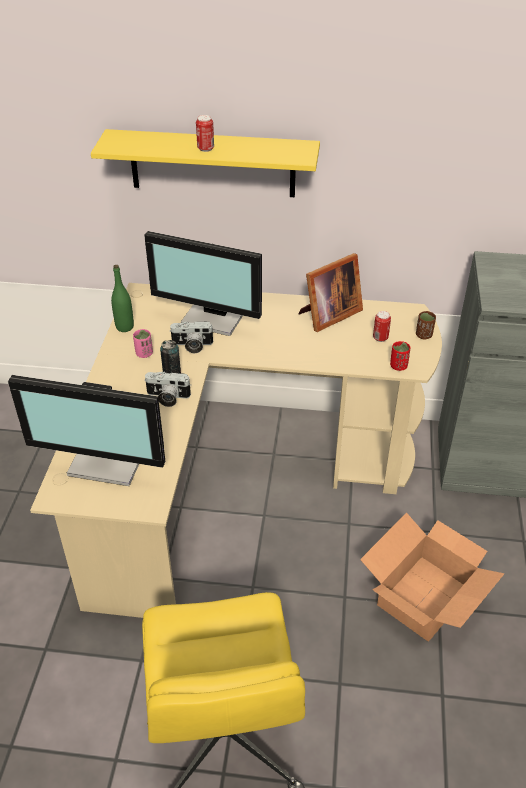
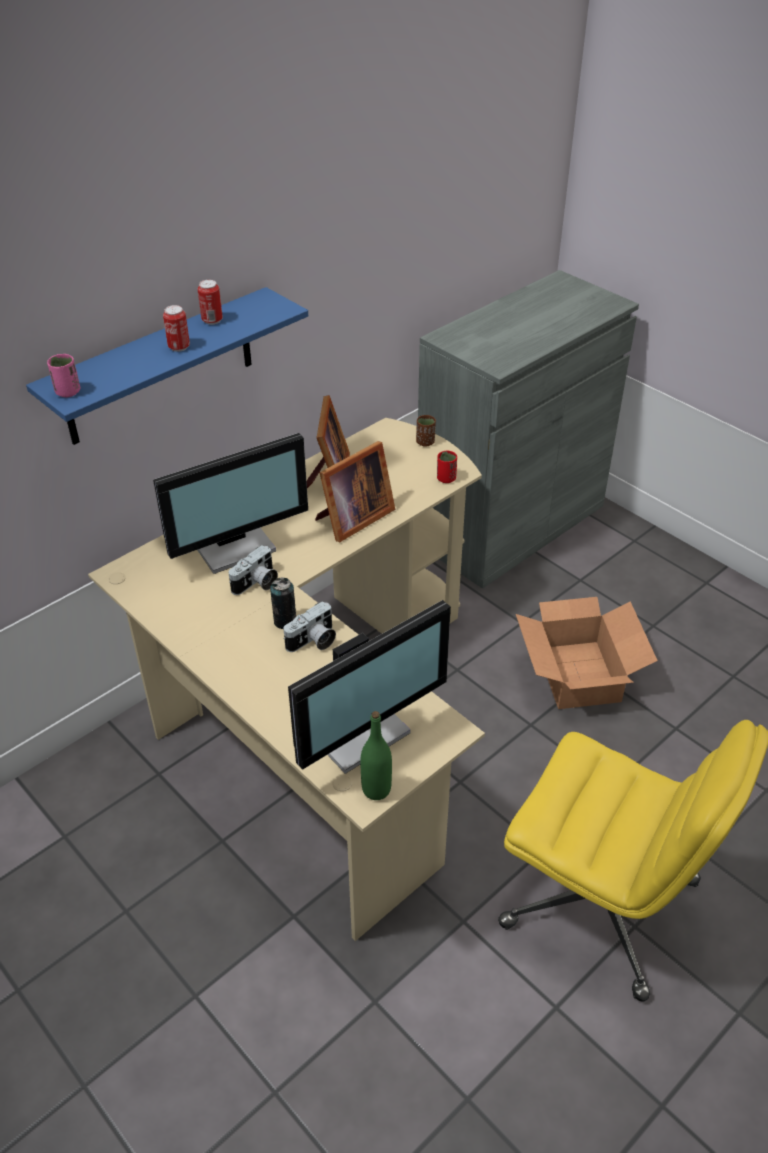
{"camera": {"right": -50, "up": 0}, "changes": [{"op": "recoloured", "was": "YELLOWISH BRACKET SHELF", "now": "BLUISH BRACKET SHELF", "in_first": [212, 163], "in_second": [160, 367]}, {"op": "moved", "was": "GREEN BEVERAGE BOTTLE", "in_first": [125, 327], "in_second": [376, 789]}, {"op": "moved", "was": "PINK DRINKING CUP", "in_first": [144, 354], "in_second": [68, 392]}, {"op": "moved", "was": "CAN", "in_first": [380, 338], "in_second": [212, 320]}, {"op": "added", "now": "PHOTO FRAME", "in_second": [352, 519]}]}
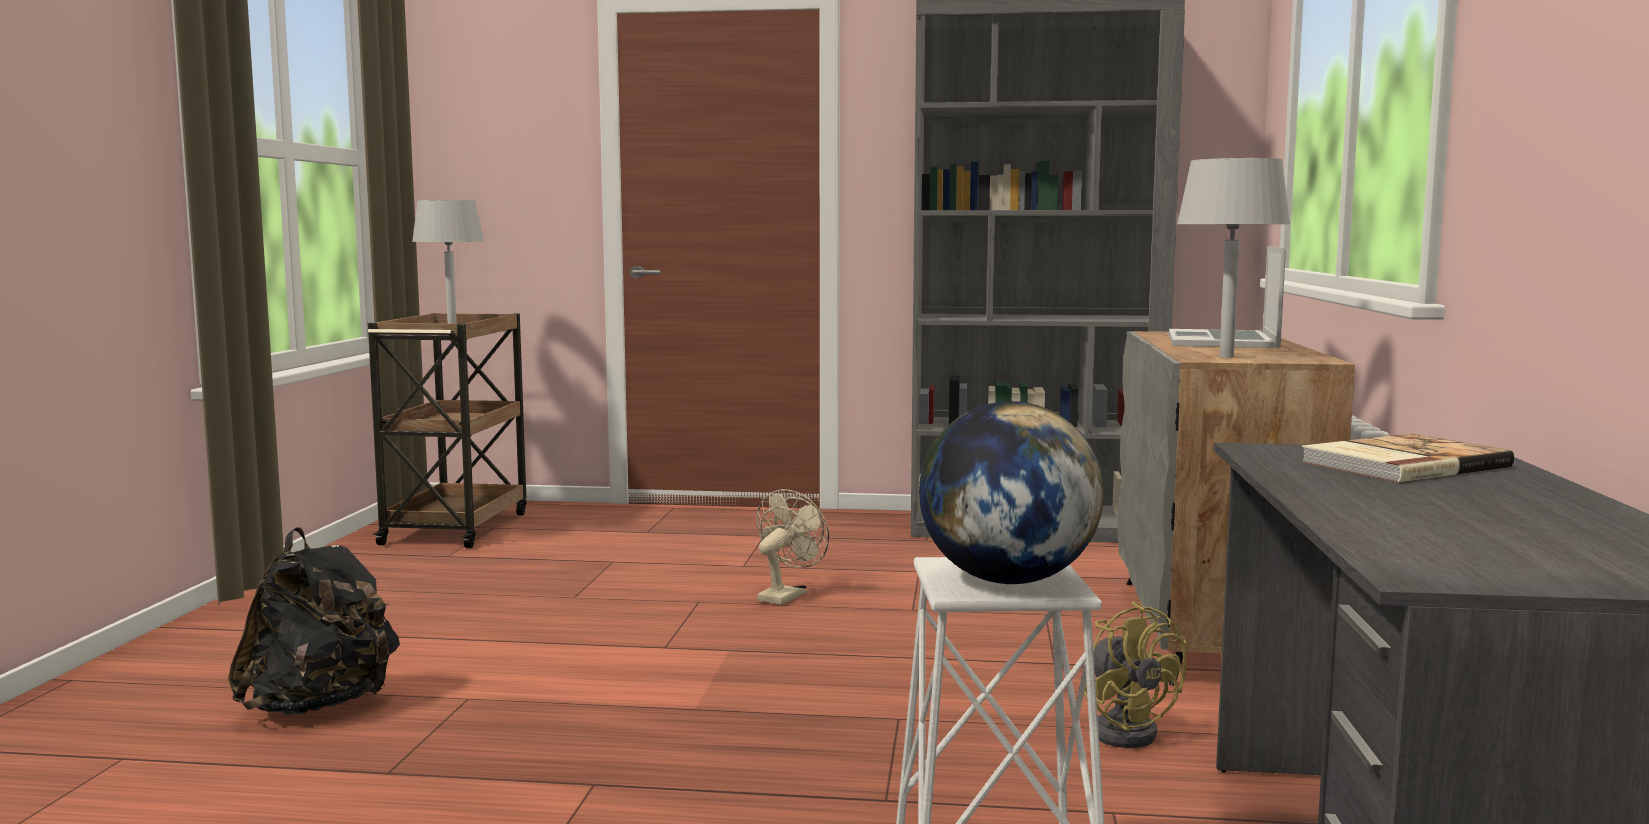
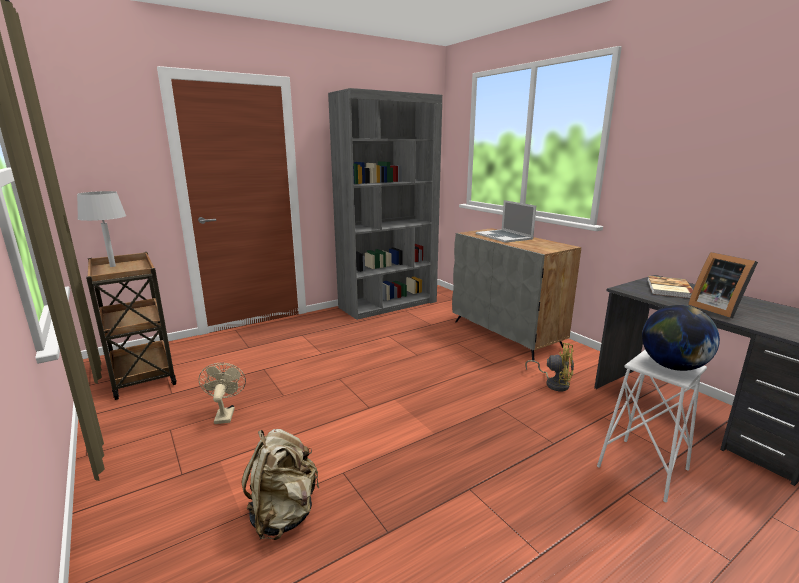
{"camera": {"right": -40, "up": 10}, "changes": [{"op": "recoloured", "was": "BLACKISH RUCKSACK", "now": "BEIGE RUCKSACK", "in_first": [320, 706], "in_second": [283, 514]}, {"op": "moved", "was": "BEIGE ELECTRIC FAN", "in_first": [786, 595], "in_second": [225, 414]}, {"op": "removed", "was": "GREYISH LAMP FOR A TABLE", "in_first": [1226, 357]}, {"op": "added", "now": "PHOTO FRAME", "in_second": [716, 309]}]}
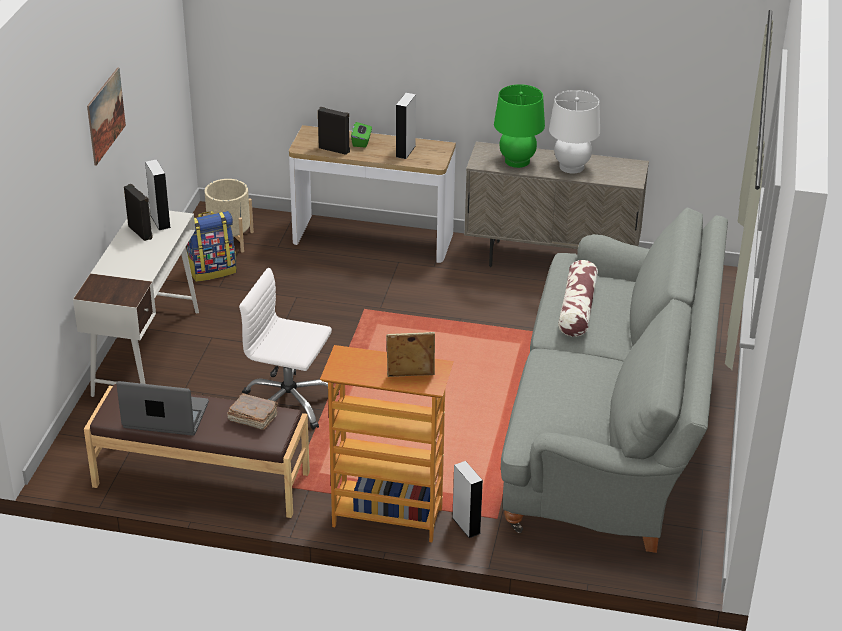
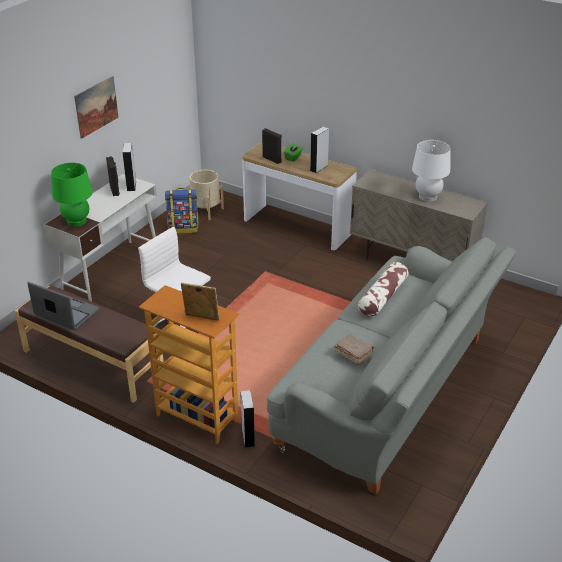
{"camera": {"right": 20, "up": 0}, "changes": [{"op": "moved", "was": "BROWN VOLUME", "in_first": [252, 418], "in_second": [353, 354]}, {"op": "moved", "was": "GREEN LAMP FOR A TABLE", "in_first": [517, 161], "in_second": [76, 221]}]}
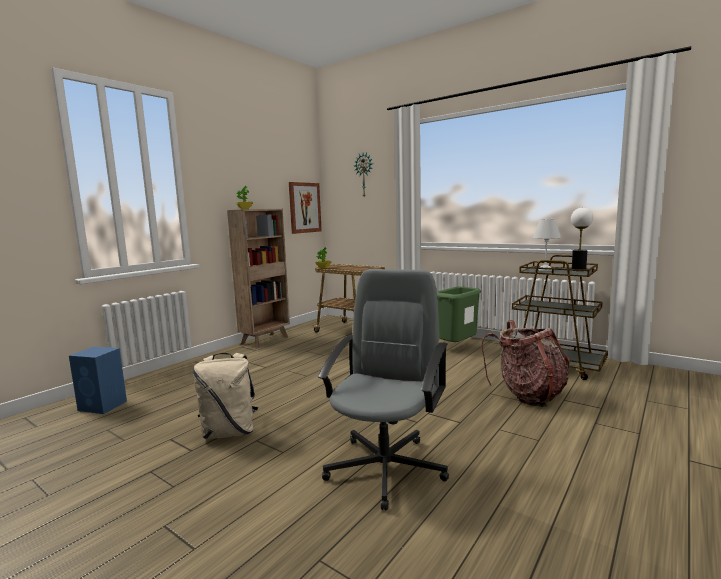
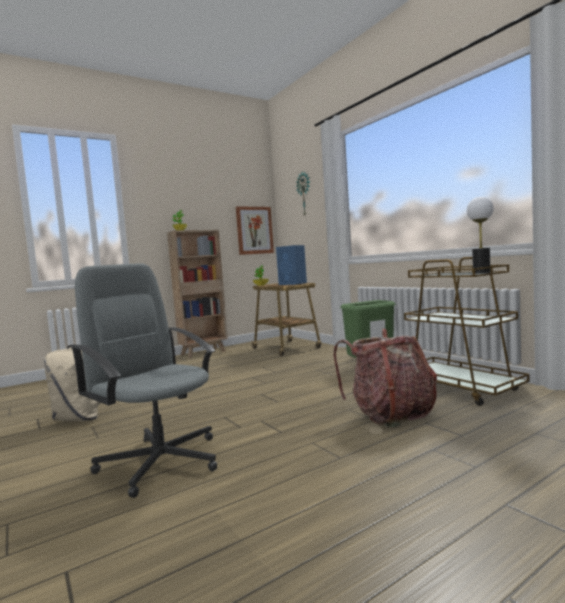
{"camera": {"right": 20, "up": -5}, "changes": [{"op": "moved", "was": "BLUISH LOUDSPEAKER", "in_first": [103, 406], "in_second": [293, 284]}, {"op": "turned", "was": "GREYISH OFFICE CHAIR", "in_first": [386, 467], "in_second": [160, 461], "clockwise": -90}, {"op": "removed", "was": "WHITE-COLOURED LAMP FOR A TABLE", "in_first": [545, 270]}]}
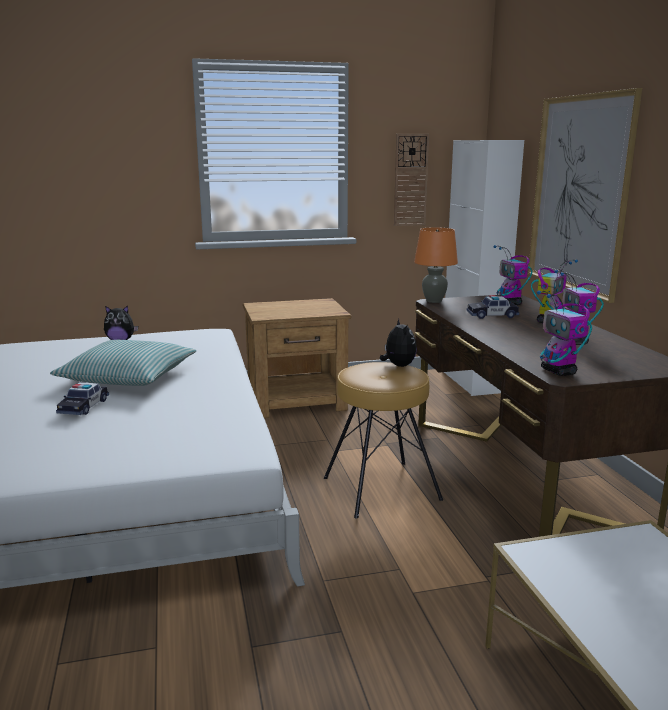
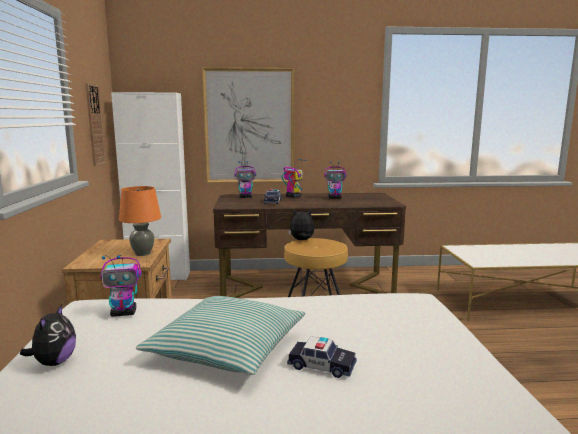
{"camera": {"right": -80, "up": -5}, "changes": [{"op": "moved", "was": "ORANGE LAMP FOR A TABLE", "in_first": [434, 301], "in_second": [143, 253]}, {"op": "moved", "was": "TOY ROBOT", "in_first": [559, 372], "in_second": [124, 313]}]}
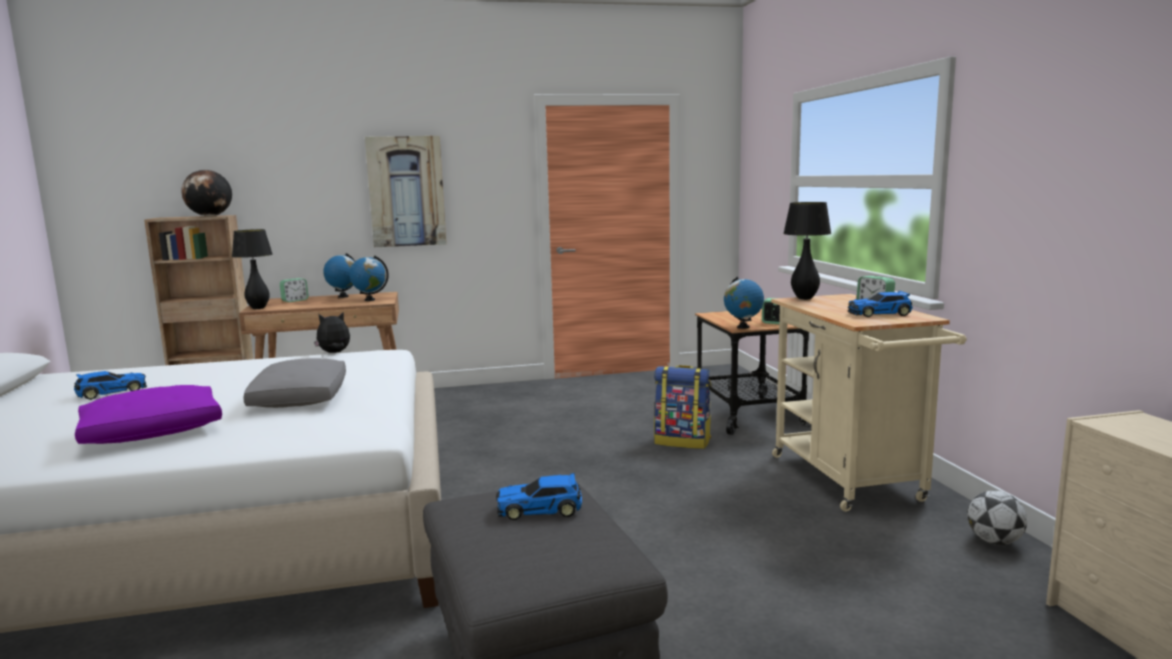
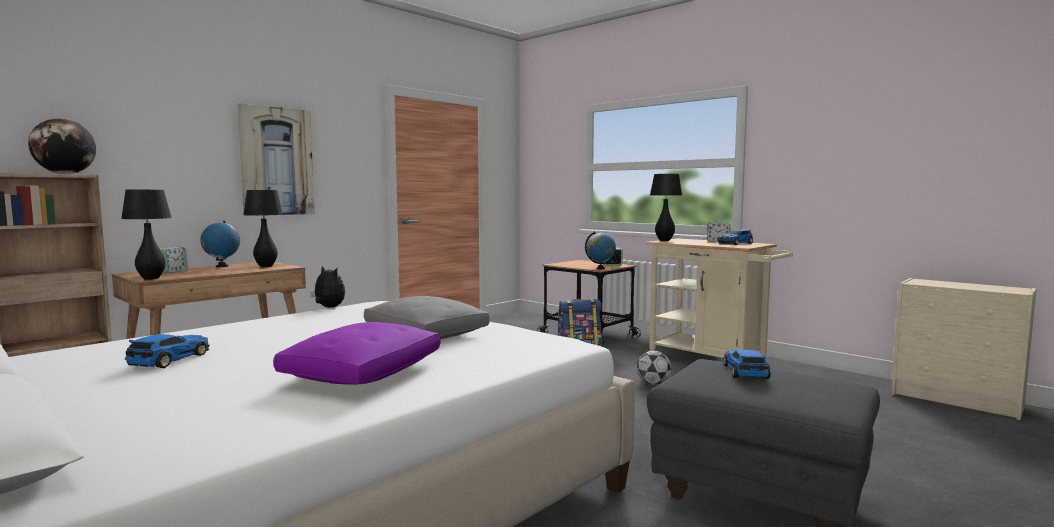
{"camera": {"right": -35, "up": -5}, "changes": [{"op": "turned", "was": "SOFT TOY", "in_first": [334, 353], "in_second": [328, 307], "clockwise": 90}, {"op": "replaced", "was": "WORLD GLOBE", "now": "BLACKISH LAMP FOR A TABLE", "in_first": [370, 300], "in_second": [266, 266]}, {"op": "turned", "was": "MINIATURE CAR", "in_first": [541, 509], "in_second": [745, 372], "clockwise": 135}, {"op": "moved", "was": "FOOTBALL BALL", "in_first": [994, 541], "in_second": [653, 383]}]}
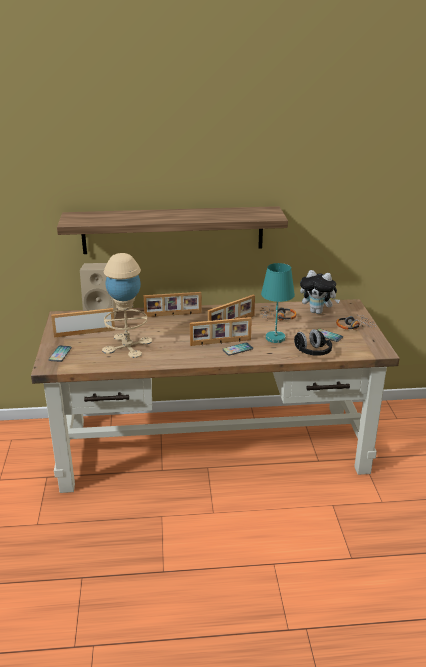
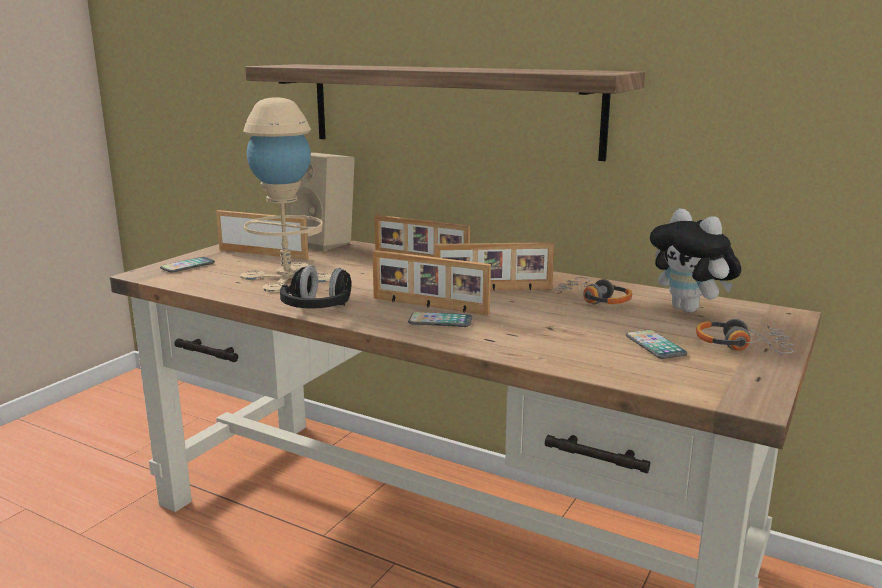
{"camera": {"right": 35, "up": -10}, "changes": [{"op": "removed", "was": "BLUE-GREEN LAMP FOR A TABLE", "in_first": [275, 337]}, {"op": "moved", "was": "BLACKISH PAIR OF HEADPHONES", "in_first": [312, 352], "in_second": [318, 310]}]}
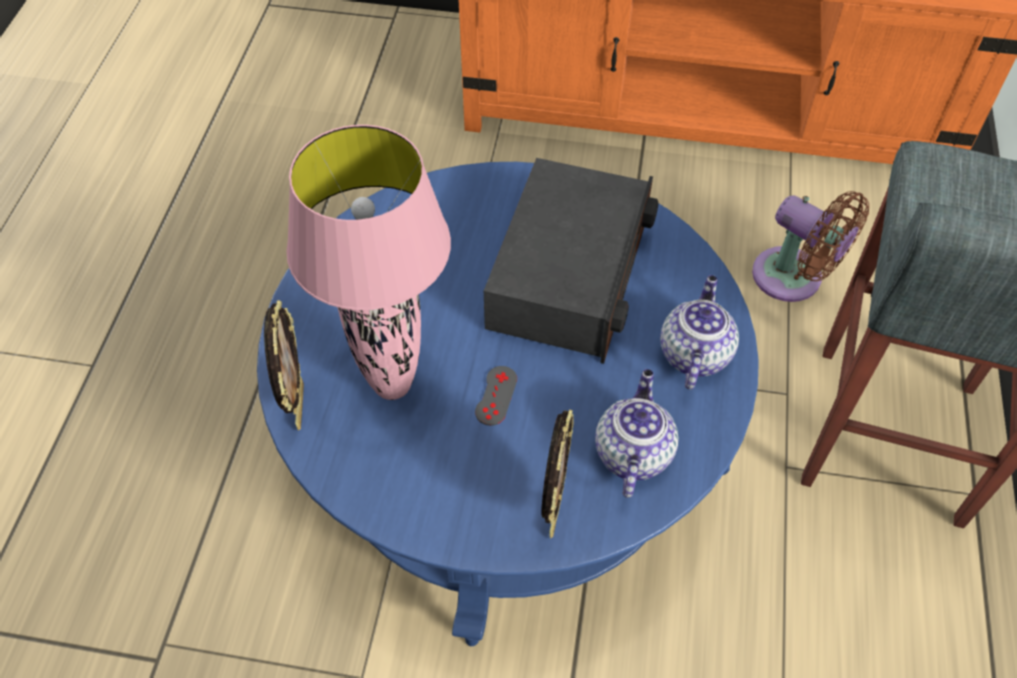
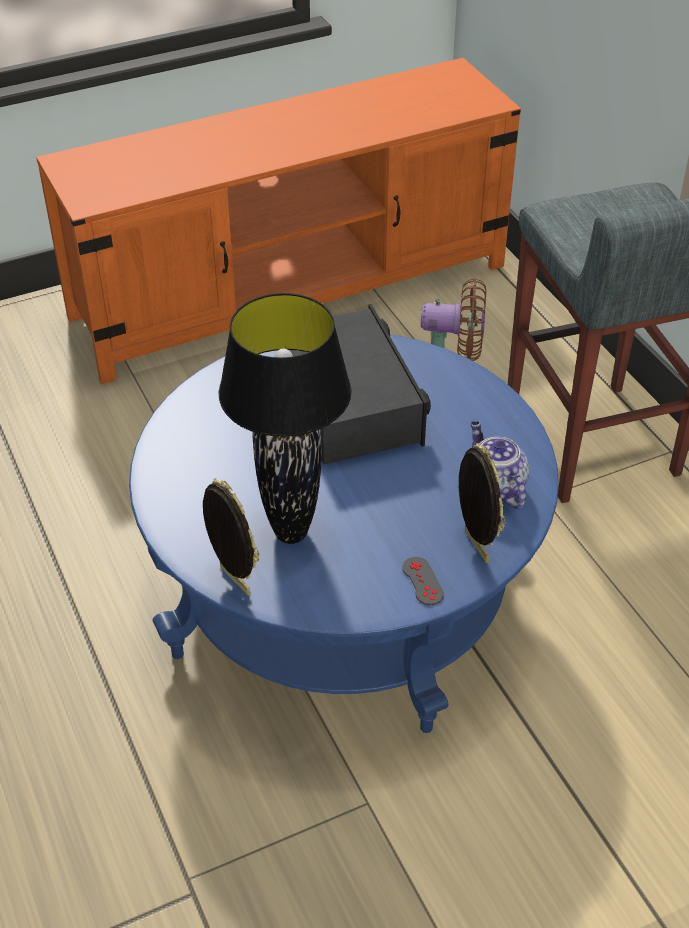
{"camera": {"right": -35, "up": -10}, "changes": [{"op": "recoloured", "was": "PINK LAMP FOR A TABLE", "now": "BLACKISH LAMP FOR A TABLE", "in_first": [393, 387], "in_second": [292, 533]}, {"op": "moved", "was": "GREYISH JOYPAD", "in_first": [496, 395], "in_second": [422, 581]}, {"op": "removed", "was": "POT FOR TEA", "in_first": [694, 353]}]}
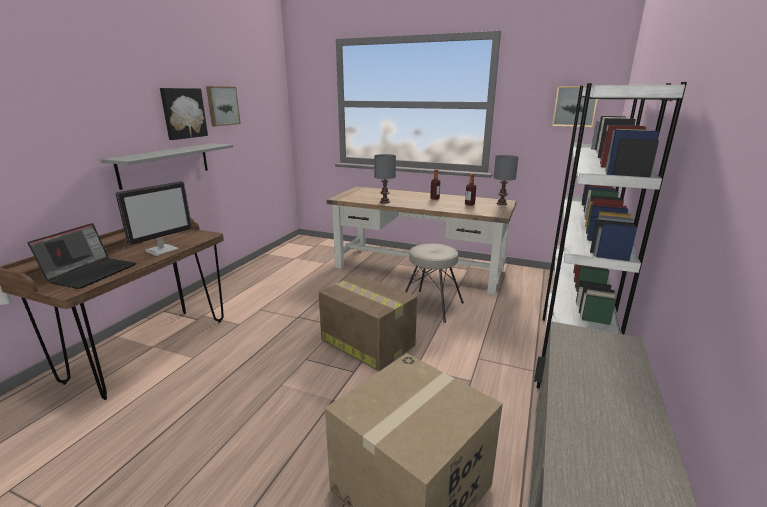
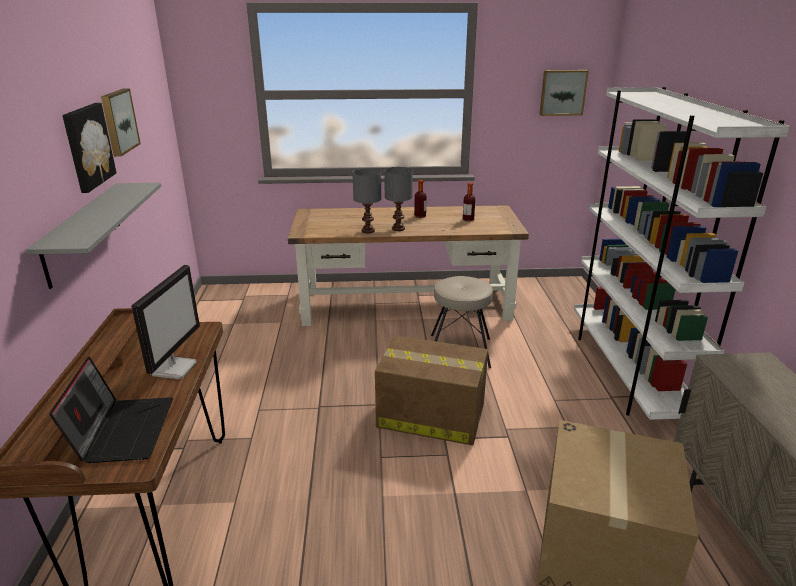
{"camera": {"right": -25, "up": 5}, "changes": [{"op": "moved", "was": "GREYISH LAMP FOR A TABLE", "in_first": [501, 203], "in_second": [398, 229]}]}
